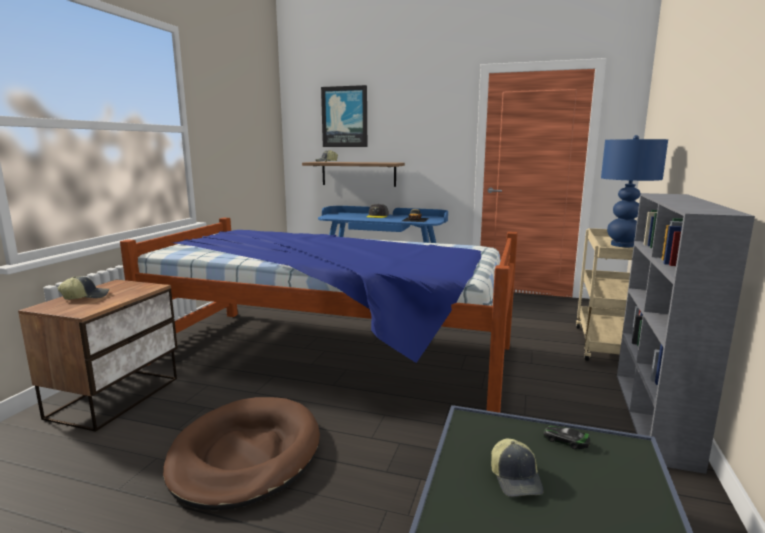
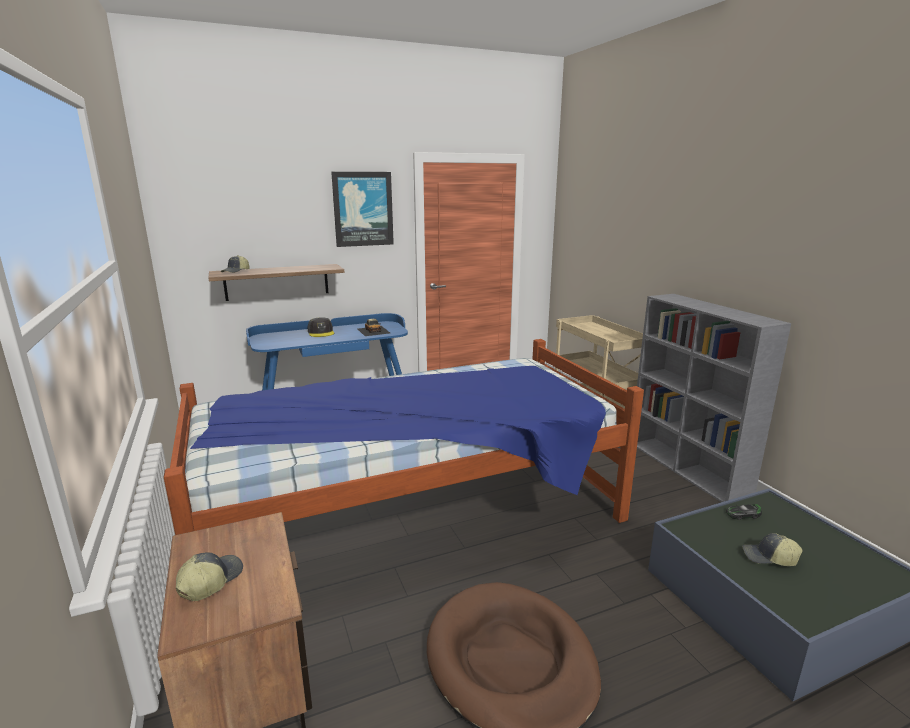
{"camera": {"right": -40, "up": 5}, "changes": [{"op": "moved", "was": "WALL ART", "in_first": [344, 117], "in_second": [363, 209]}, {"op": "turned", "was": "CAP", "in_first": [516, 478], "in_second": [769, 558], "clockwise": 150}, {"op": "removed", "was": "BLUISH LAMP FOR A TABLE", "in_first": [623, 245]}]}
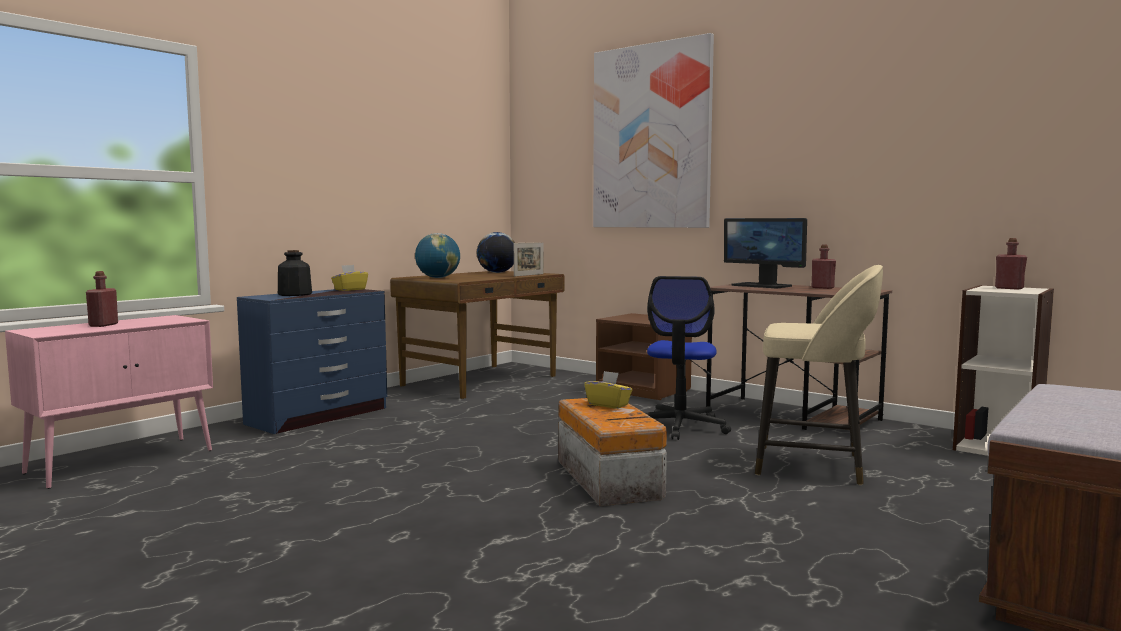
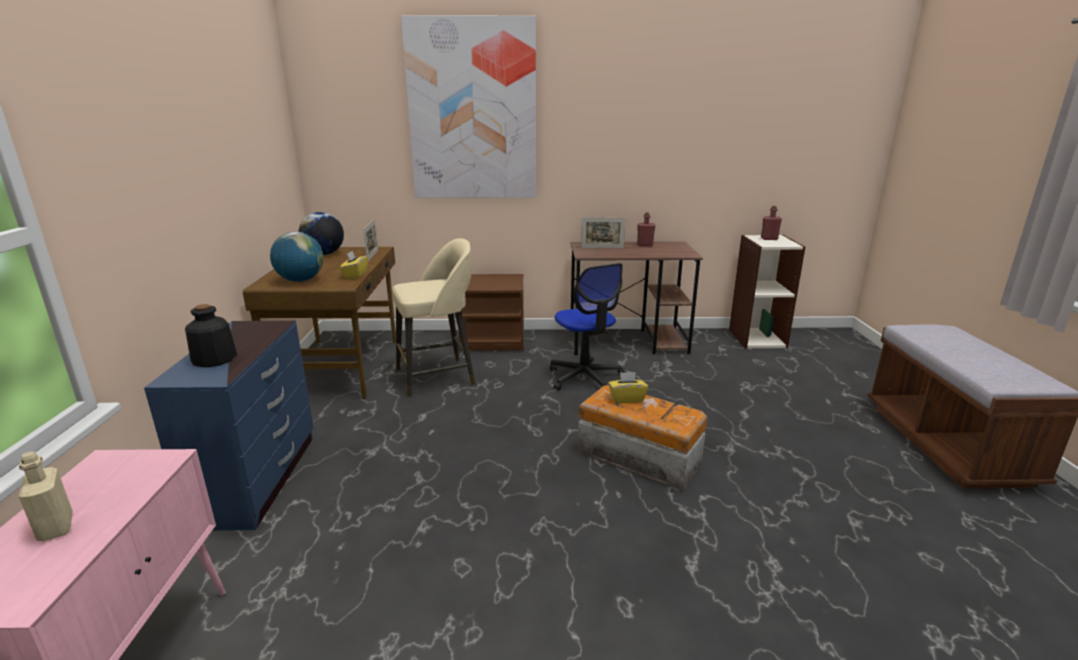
{"camera": {"right": -40, "up": 15}, "changes": [{"op": "recoloured", "was": "RED-COLOURED BEVERAGE BOTTLE", "now": "BEIGE BEVERAGE BOTTLE", "in_first": [103, 325], "in_second": [56, 528]}, {"op": "moved", "was": "YELLOWISH TISSUE BOX", "in_first": [350, 289], "in_second": [355, 275]}, {"op": "replaced", "was": "COMPUTER DISPLAY", "now": "PHOTO FRAME", "in_first": [762, 286], "in_second": [602, 248]}, {"op": "moved", "was": "BEIGE STOOL SEAT", "in_first": [813, 465], "in_second": [438, 376]}]}
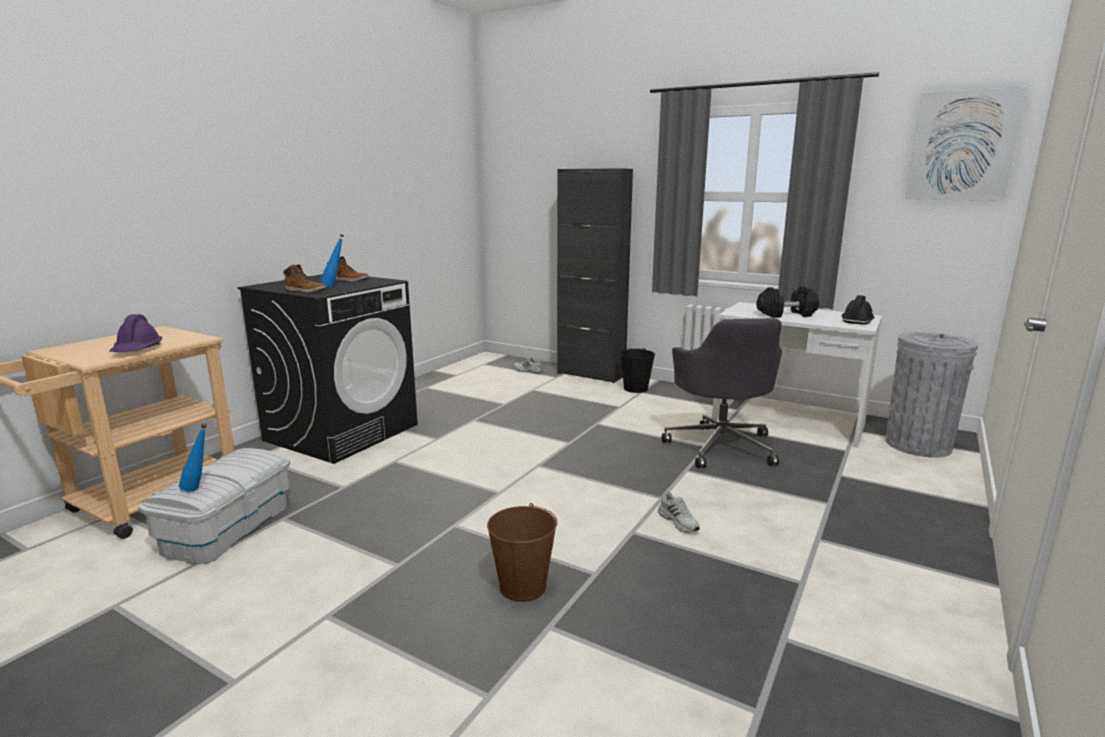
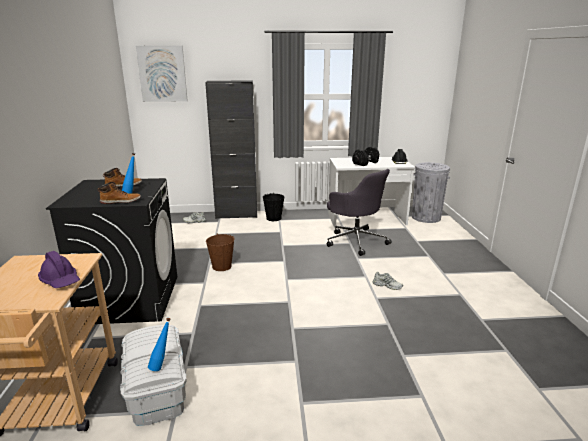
{"camera": {"right": -35, "up": 5}, "changes": [{"op": "moved", "was": "BROWN PAIL", "in_first": [522, 586], "in_second": [221, 266]}, {"op": "moved", "was": "WALL ART", "in_first": [962, 146], "in_second": [162, 74]}]}
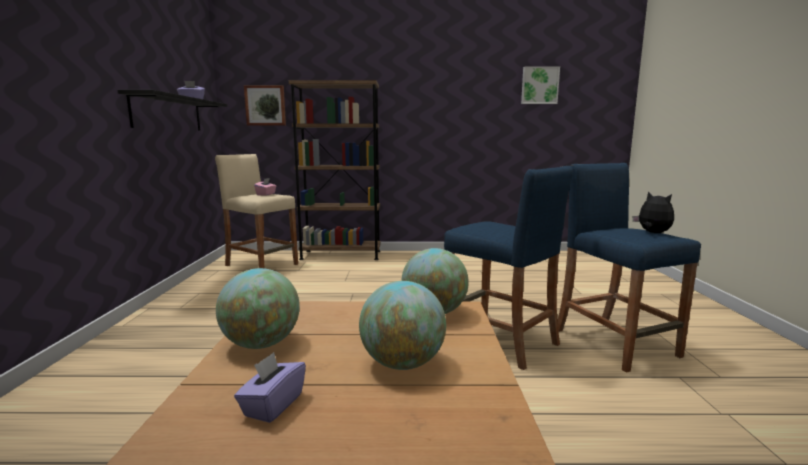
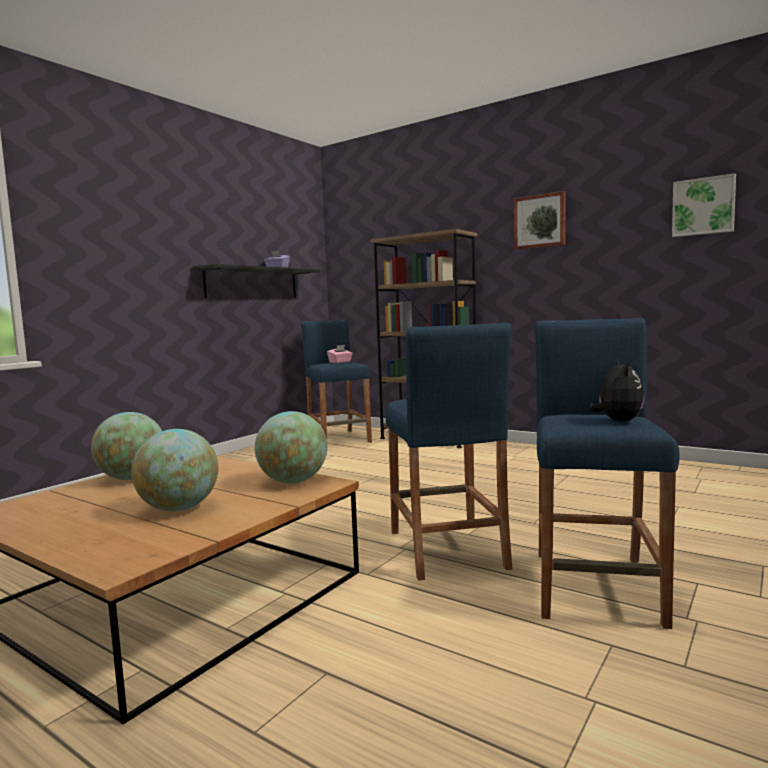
{"camera": {"right": 35, "up": -5}, "changes": [{"op": "recoloured", "was": "BEIGE STOOL SEAT", "now": "BLUISH STOOL SEAT", "in_first": [261, 265], "in_second": [338, 439]}, {"op": "removed", "was": "PURPLE TISSUE BOX", "in_first": [273, 405]}, {"op": "moved", "was": "WALL ART", "in_first": [265, 105], "in_second": [539, 221]}]}
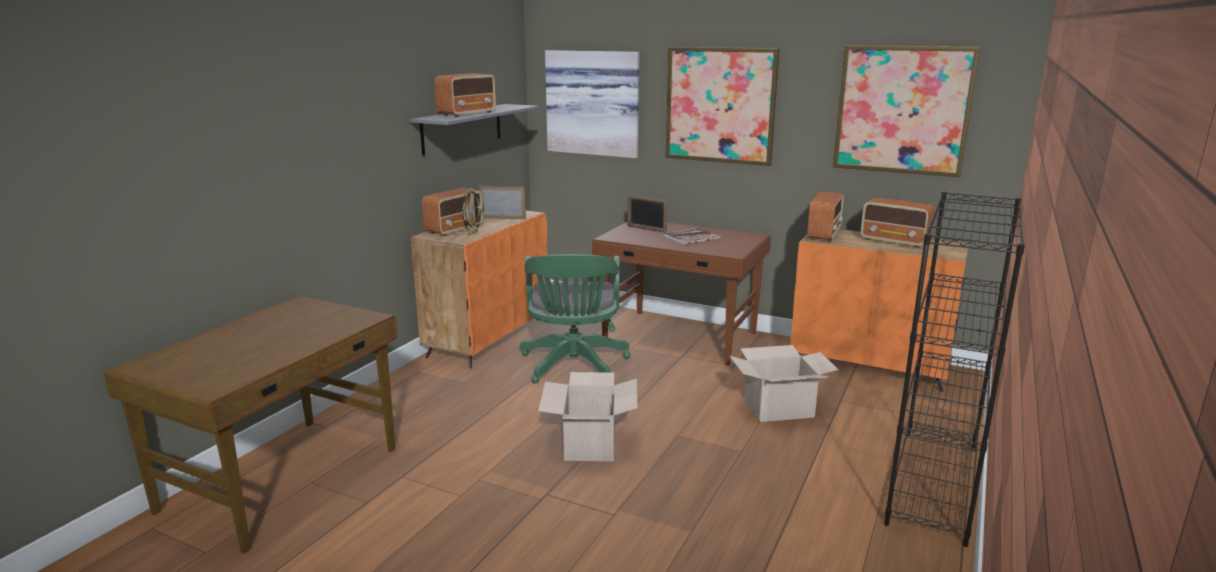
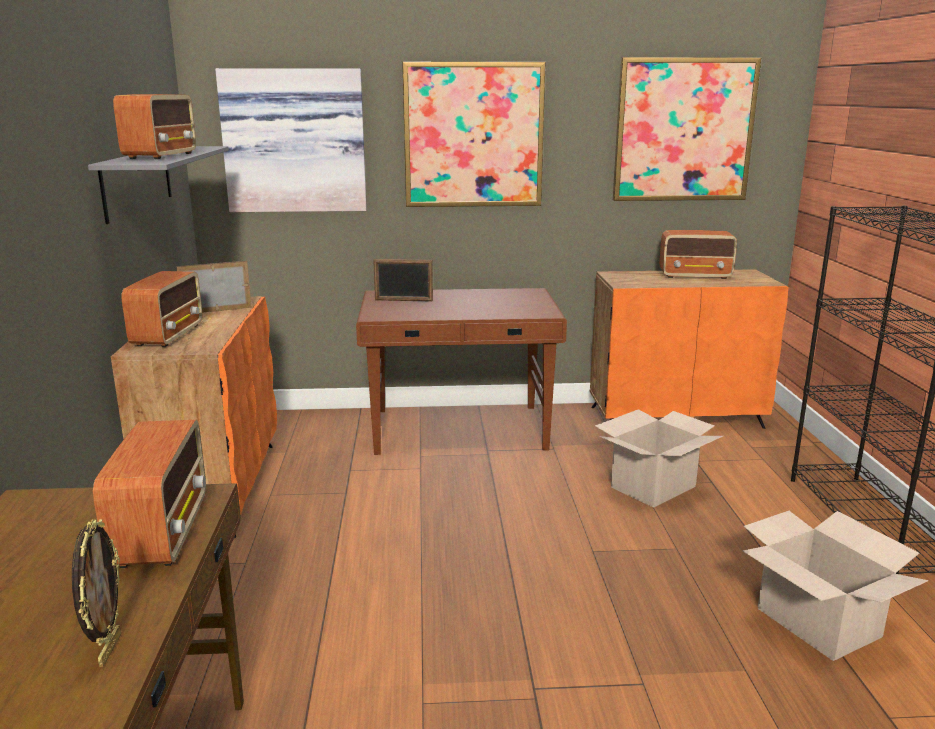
{"camera": {"right": -30, "up": 0}, "changes": [{"op": "moved", "was": "PHOTO FRAME", "in_first": [472, 233], "in_second": [108, 649]}, {"op": "removed", "was": "GREEN OFFICE CHAIR", "in_first": [573, 366]}, {"op": "moved", "was": "CARTON", "in_first": [591, 444], "in_second": [819, 622]}, {"op": "removed", "was": "VOLUME", "in_first": [691, 237]}, {"op": "moved", "was": "RADIO SET", "in_first": [824, 234], "in_second": [162, 531]}]}
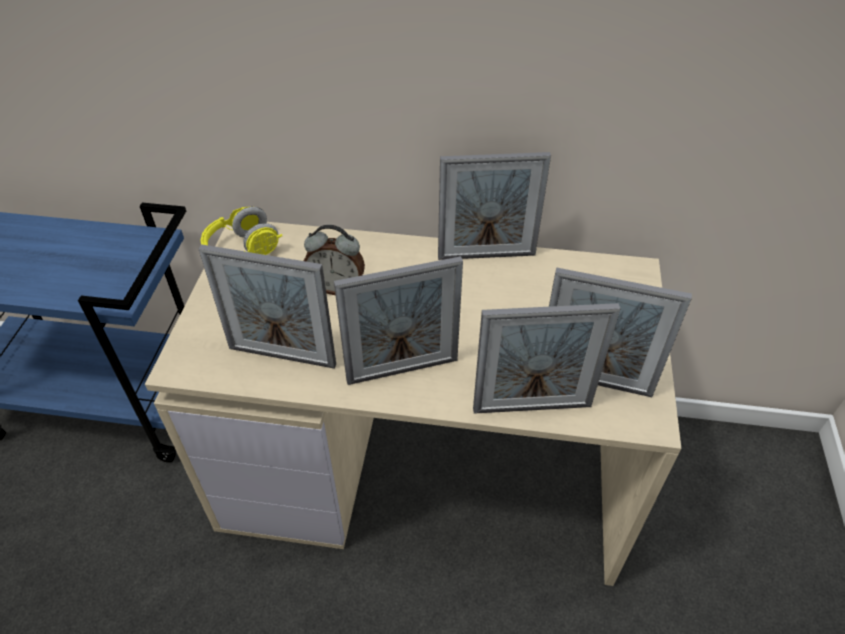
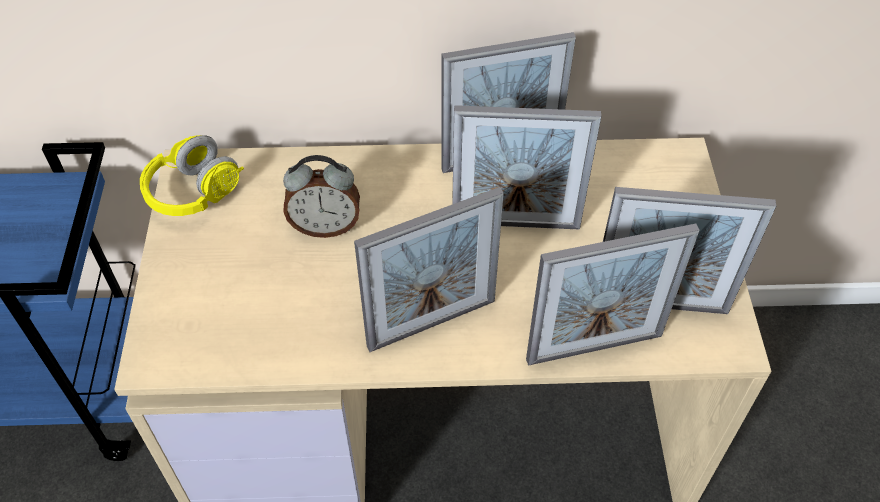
{"camera": {"right": -10, "up": 5}, "changes": [{"op": "moved", "was": "PHOTO FRAME", "in_first": [282, 356], "in_second": [515, 224]}]}
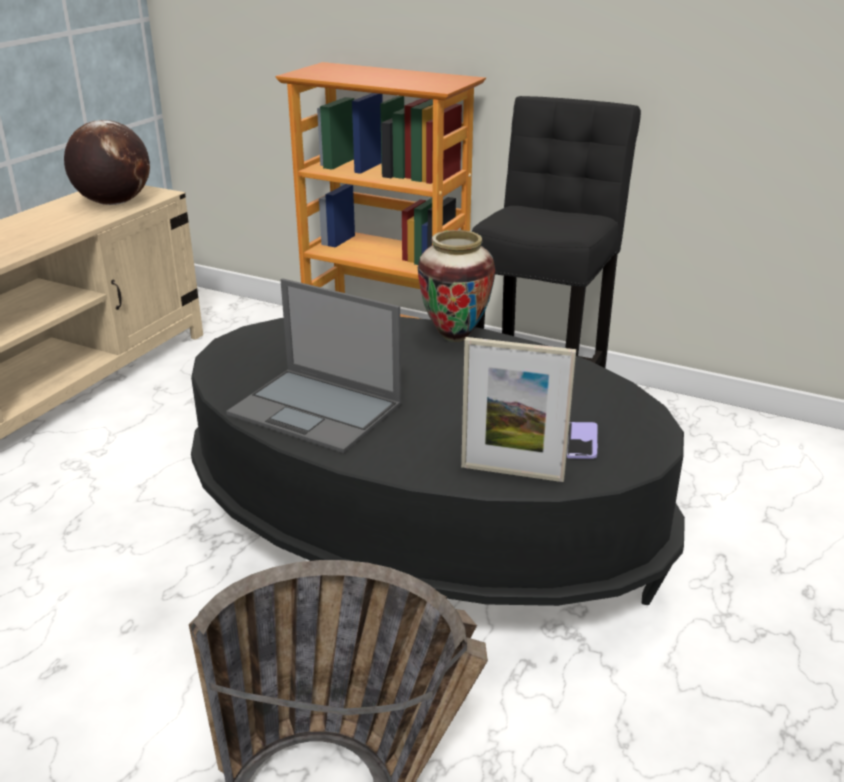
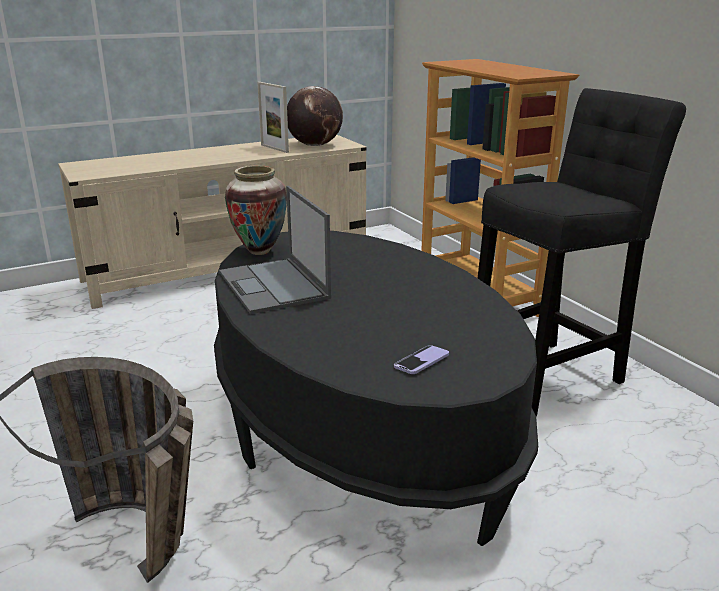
{"camera": {"right": 35, "up": -5}, "changes": [{"op": "moved", "was": "VASE", "in_first": [455, 337], "in_second": [259, 251]}, {"op": "moved", "was": "PHOTO FRAME", "in_first": [512, 472], "in_second": [274, 148]}]}
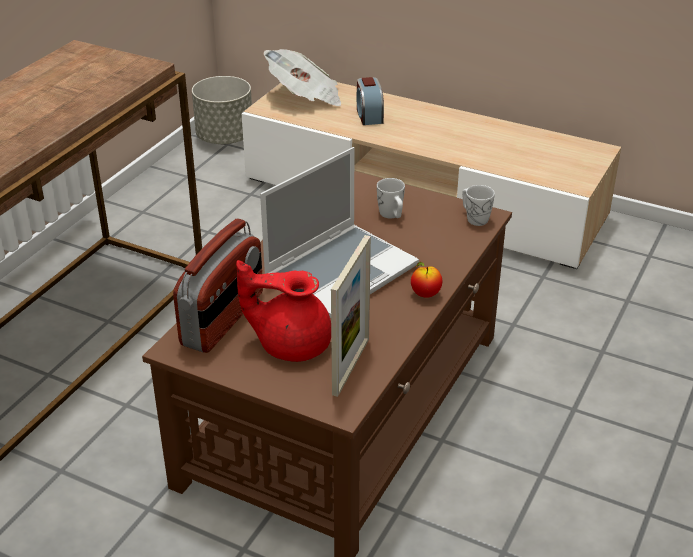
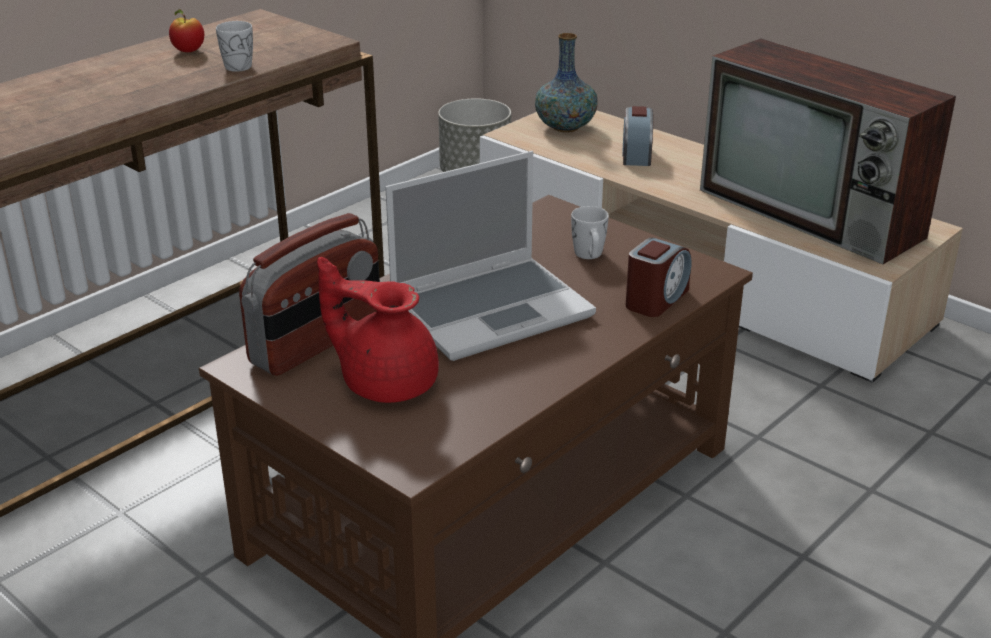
{"camera": {"right": 15, "up": -5}, "changes": [{"op": "replaced", "was": "NEWSPAPER", "now": "VASE", "in_first": [305, 97], "in_second": [565, 127]}, {"op": "removed", "was": "PHOTO FRAME", "in_first": [351, 366]}, {"op": "moved", "was": "APPLE FRUIT", "in_first": [425, 294], "in_second": [188, 51]}, {"op": "moved", "was": "WHITE-COLOURED MUG", "in_first": [474, 218], "in_second": [237, 65]}, {"op": "added", "now": "BEDSIDE CLOCK", "in_second": [656, 299]}, {"op": "added", "now": "TELEVISION", "in_second": [814, 214]}]}
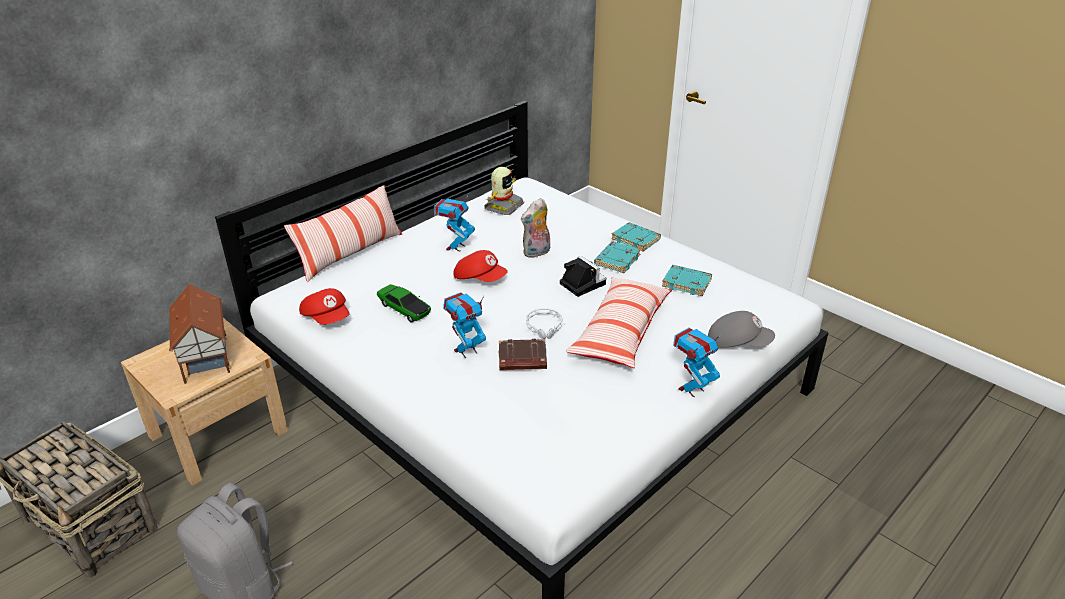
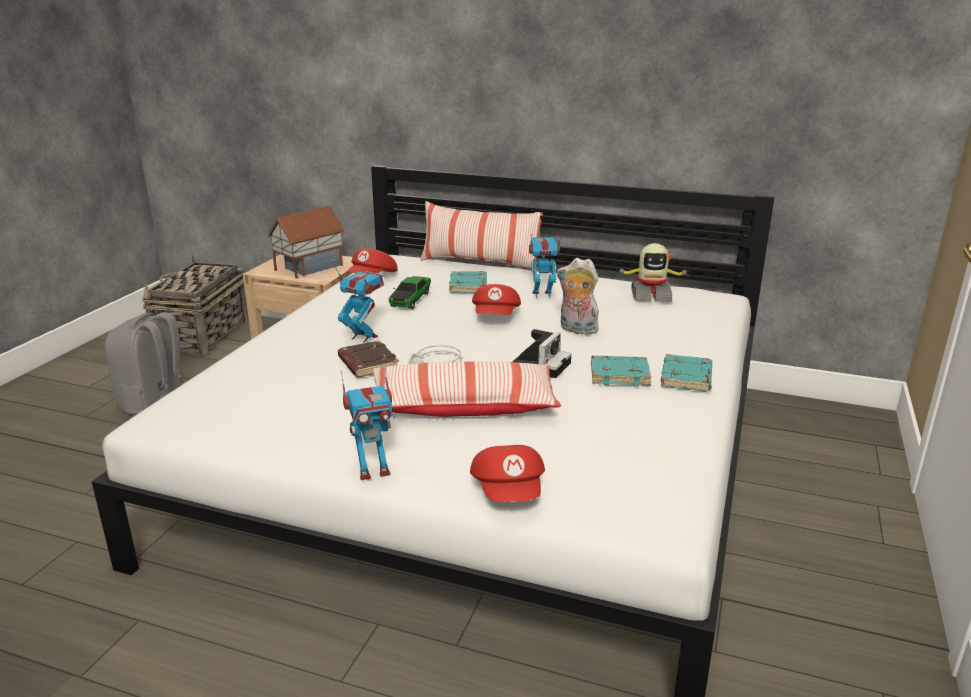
{"camera": {"right": 65, "up": -10}, "changes": [{"op": "moved", "was": "BLUE-GREEN VOLUME", "in_first": [687, 283], "in_second": [469, 286]}, {"op": "turned", "was": "TOY ROBOT", "in_first": [691, 389], "in_second": [373, 471], "clockwise": 135}, {"op": "recoloured", "was": "GREYISH CAP", "now": "RED-COLOURED CAP", "in_first": [737, 343], "in_second": [509, 492]}]}
